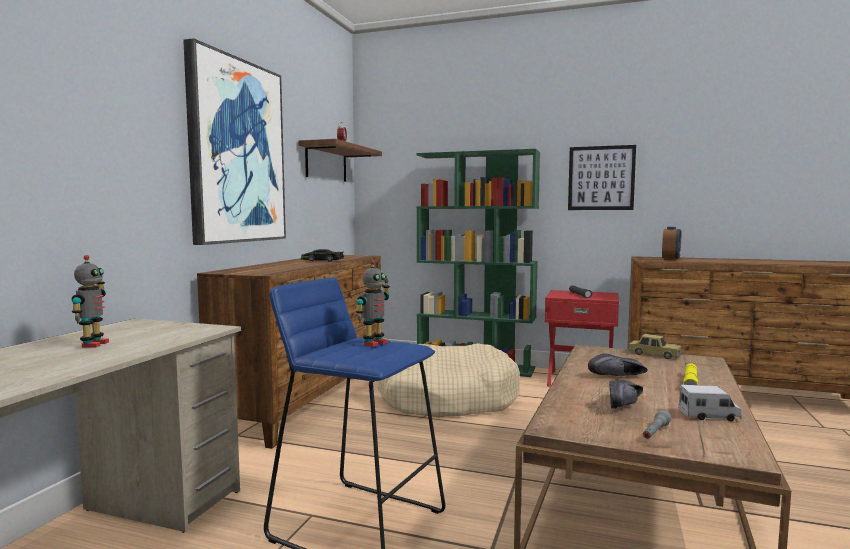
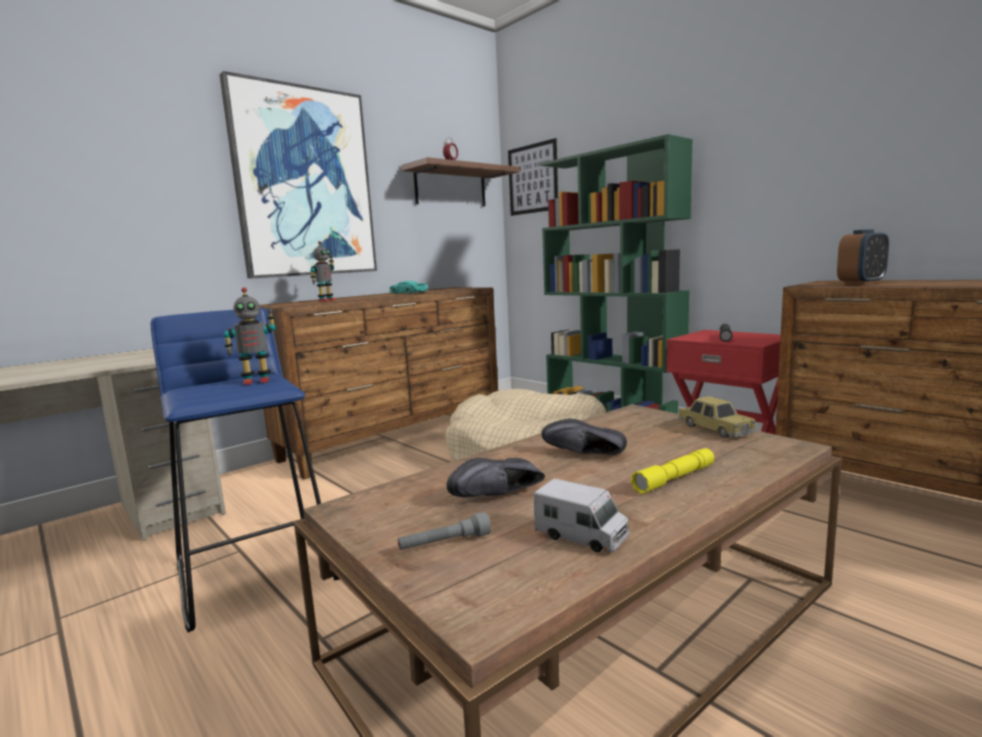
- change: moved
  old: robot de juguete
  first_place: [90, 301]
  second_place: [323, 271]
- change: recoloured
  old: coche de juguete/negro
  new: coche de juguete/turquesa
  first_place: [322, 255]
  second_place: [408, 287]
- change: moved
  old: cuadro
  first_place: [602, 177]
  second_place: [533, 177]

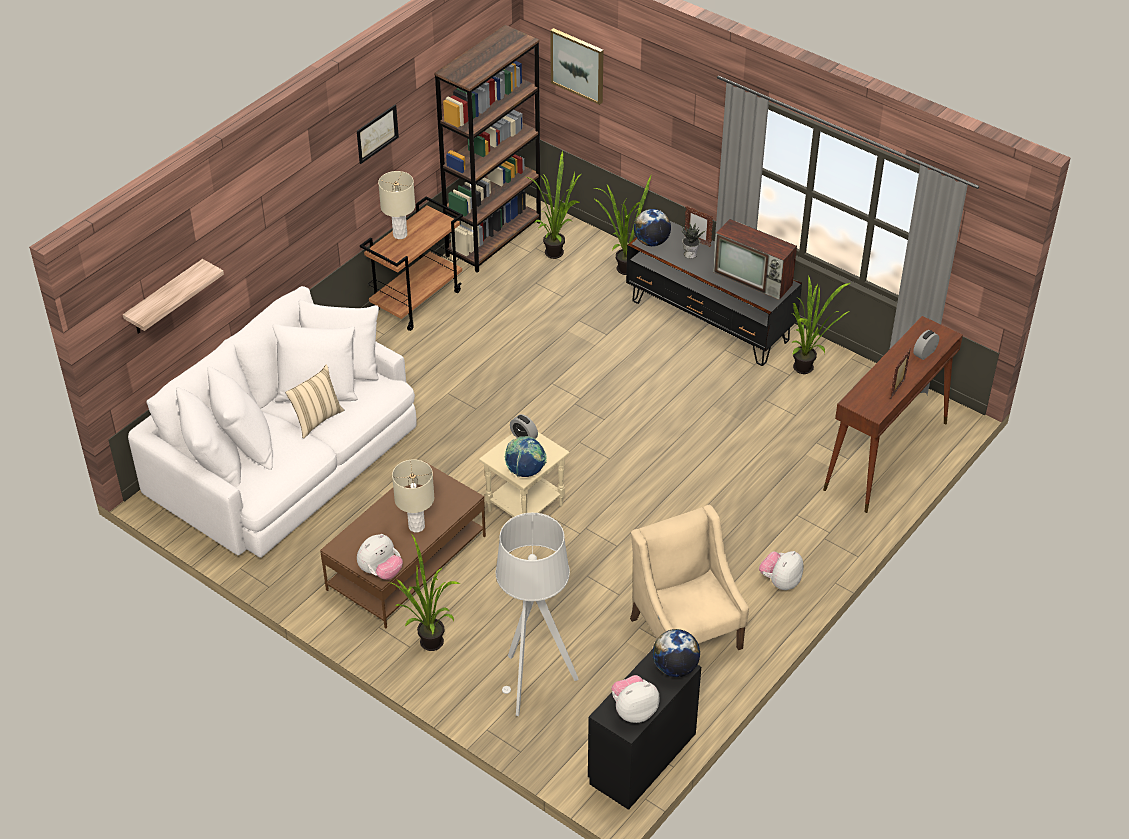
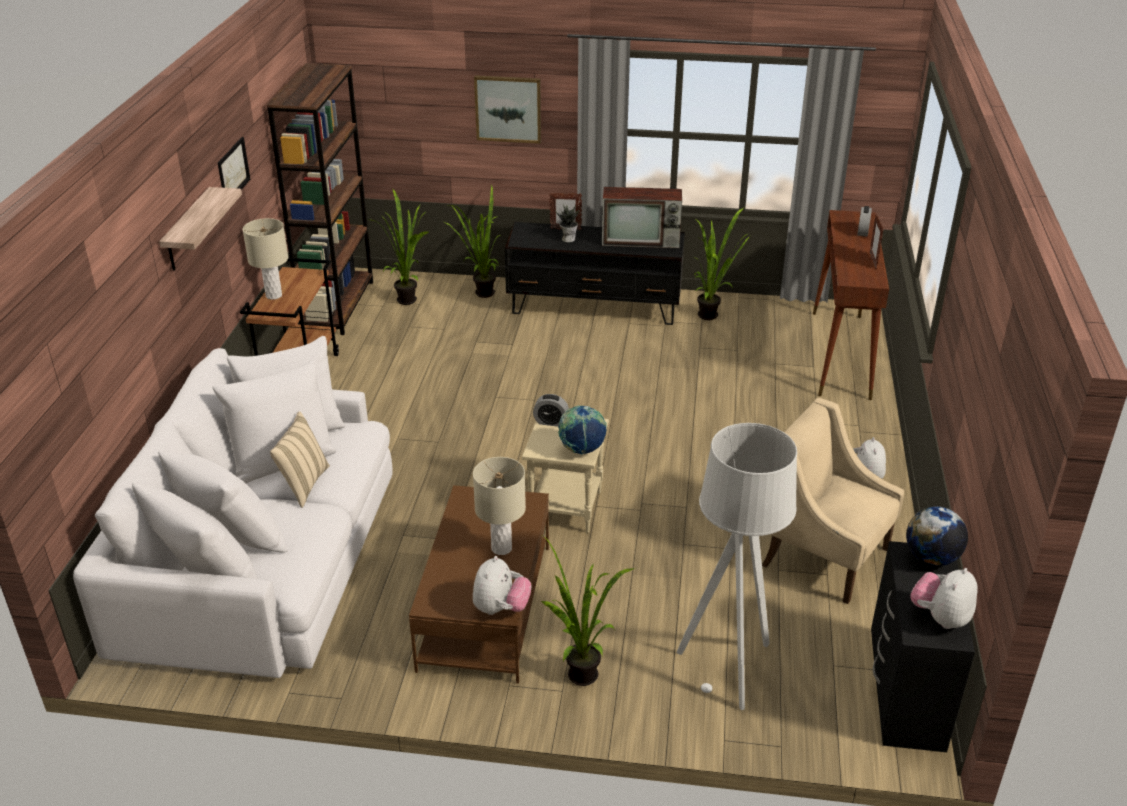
- change: moved
  old: estante
  first_place: [173, 296]
  second_place: [200, 229]
- change: moved
  old: cuadro
  first_place: [577, 66]
  second_place: [507, 109]
- change: removed
  old: globo terráqueo
  first_place: [652, 227]

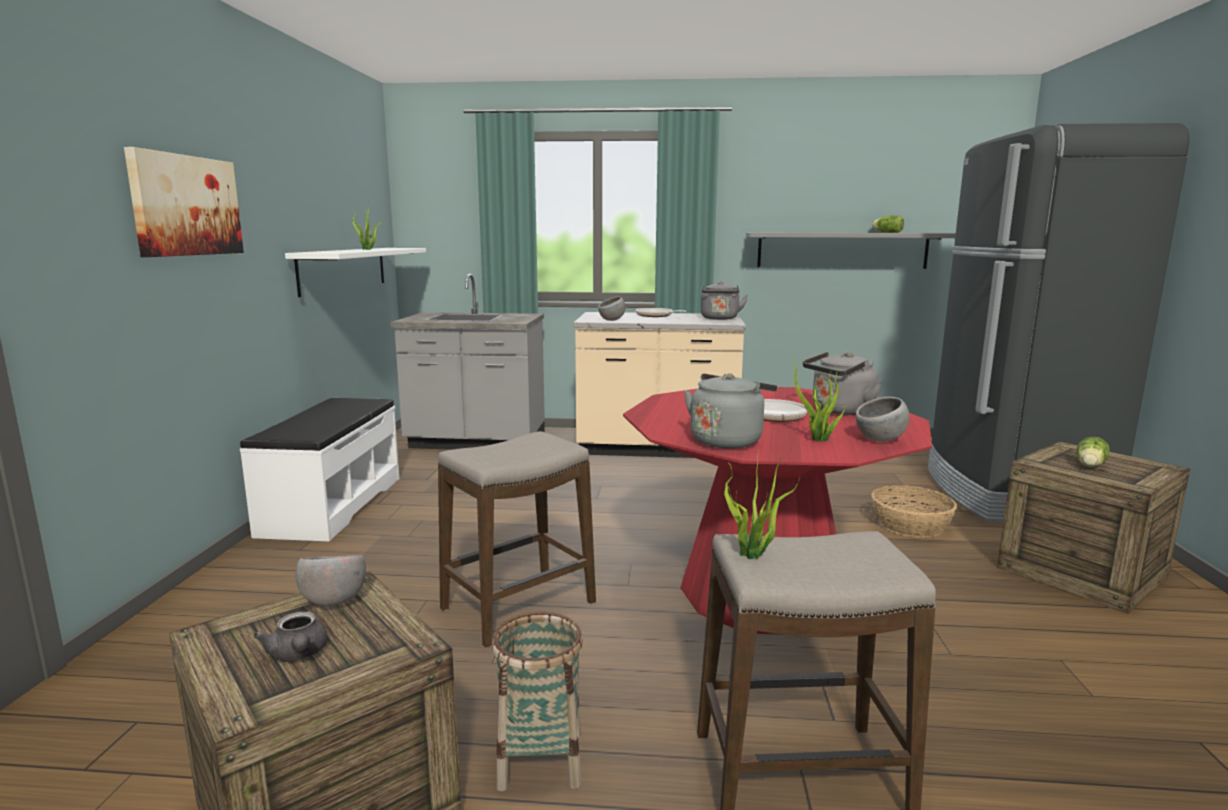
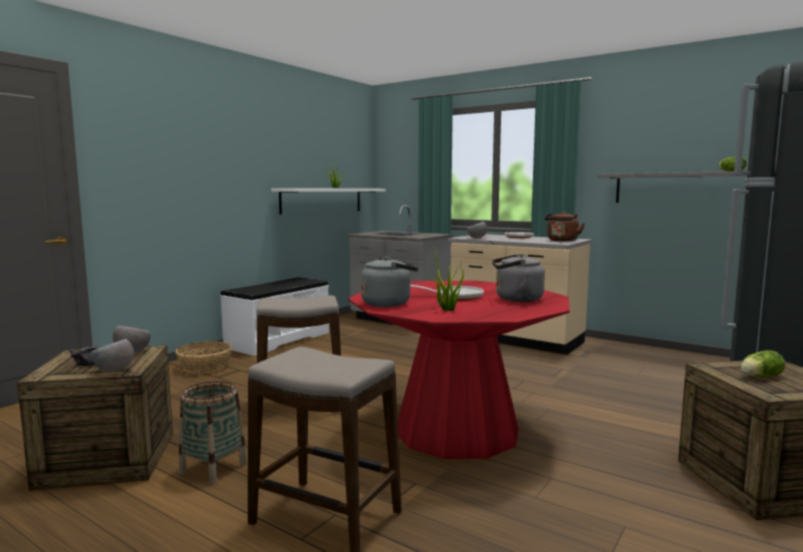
- change: moved
  old: cuenco/gris
  first_place: [883, 419]
  second_place: [112, 355]
- change: moved
  old: cesta
  first_place: [914, 511]
  second_place: [203, 357]
- change: recoloured
  old: hervidor/gris
  new: hervidor/marrón
  first_place: [724, 300]
  second_place: [564, 227]
- change: removed
  old: cuadro
  first_place: [184, 202]
- change: removed
  old: planta en maceta
  first_place: [762, 504]

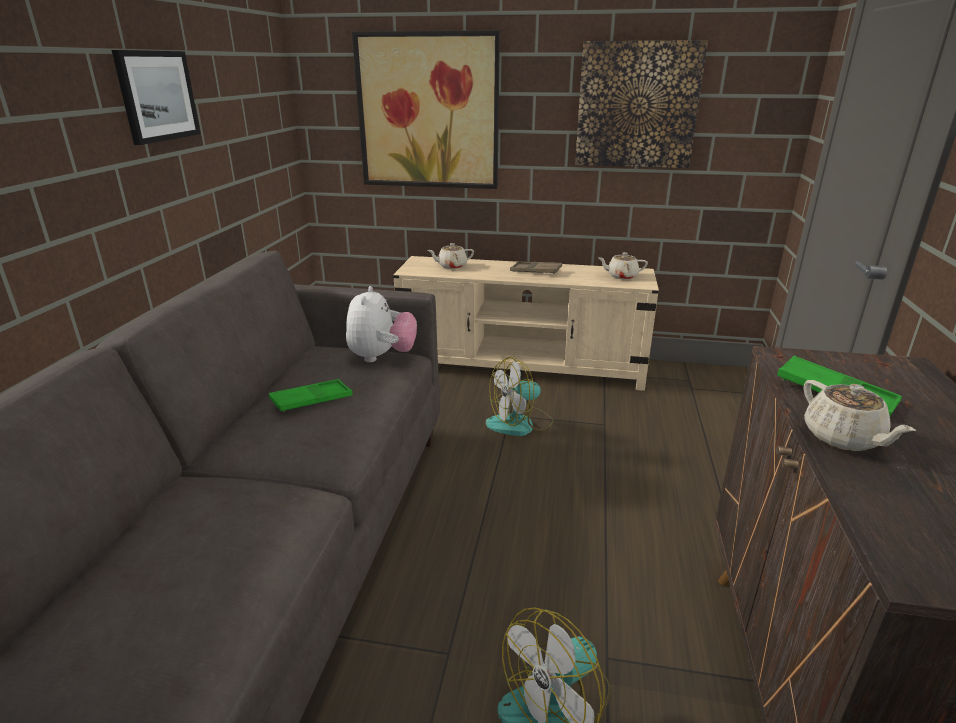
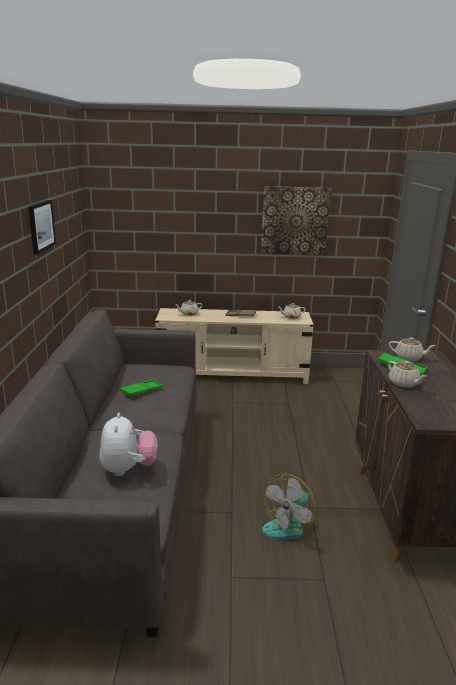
- change: moved
  old: peluche
  first_place: [381, 324]
  second_place: [128, 444]
- change: added
  new: tetera/beis
  second_place: [412, 349]
- change: removed
  old: cuadro
  first_place: [426, 109]
- change: removed
  old: ventilador
  first_place: [520, 396]

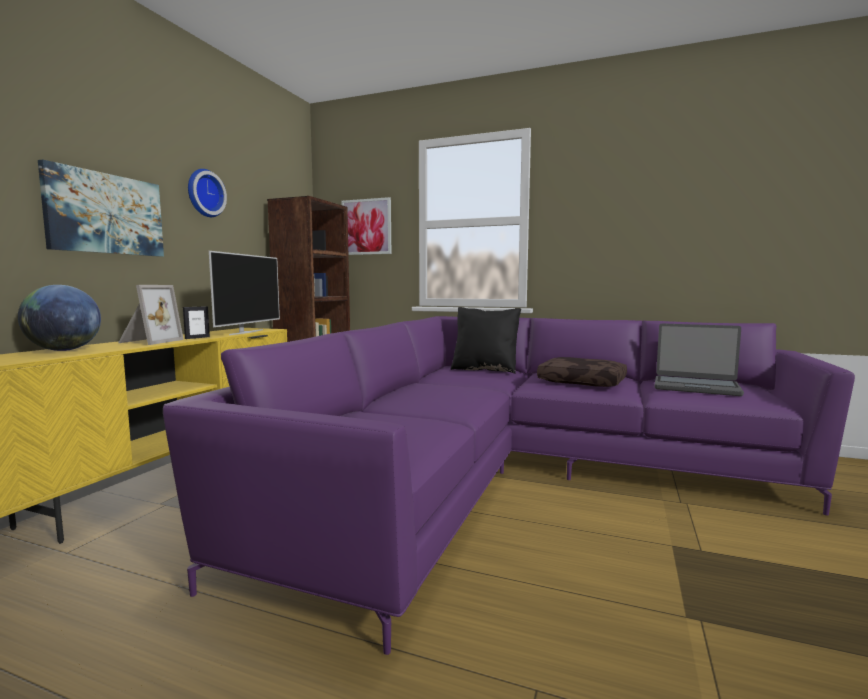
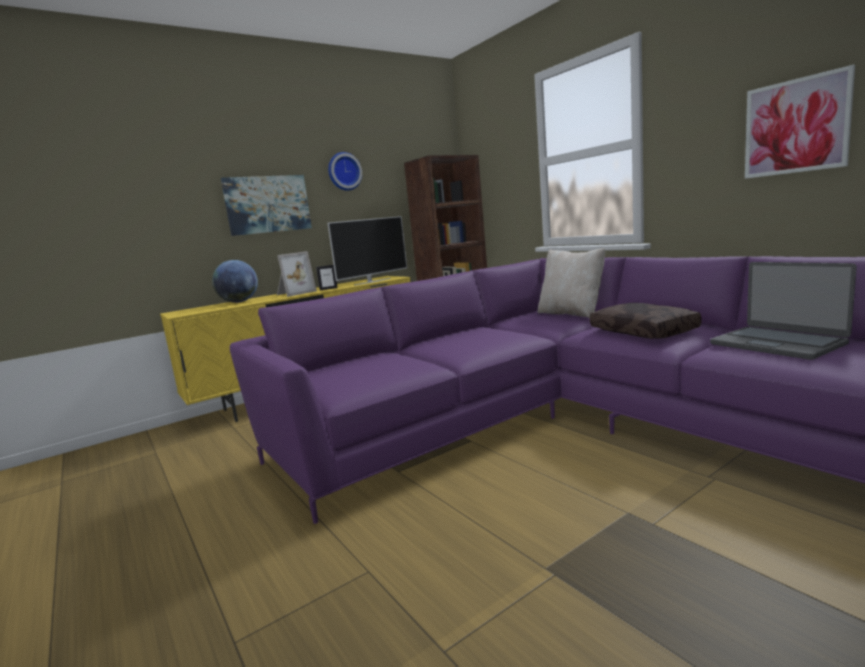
- change: recoloured
  old: cojín/negro
  new: cojín/beis
  first_place: [485, 340]
  second_place: [571, 283]
- change: moved
  old: cuadro
  first_place: [366, 226]
  second_place: [800, 122]

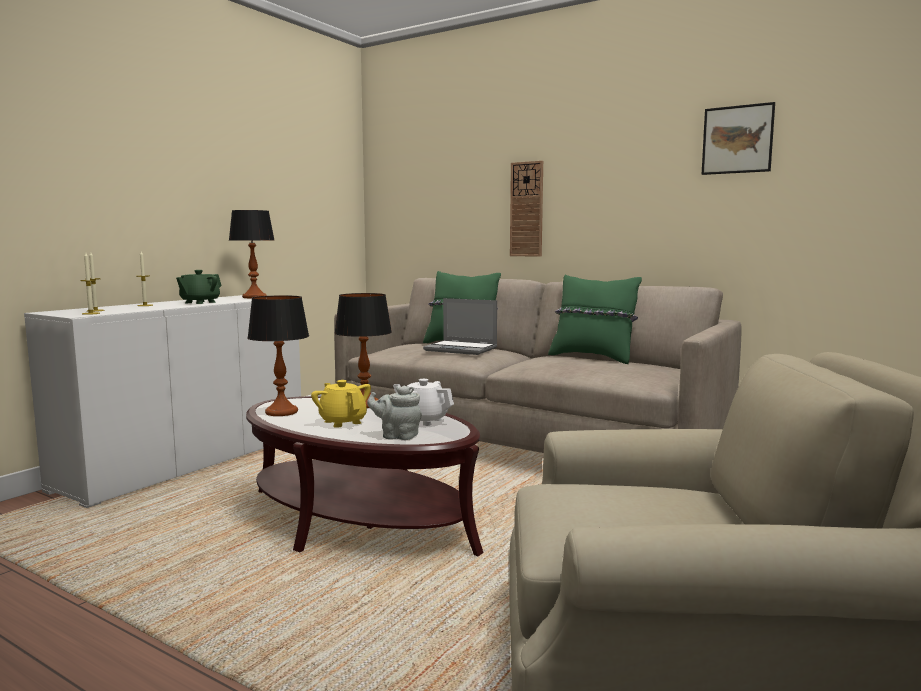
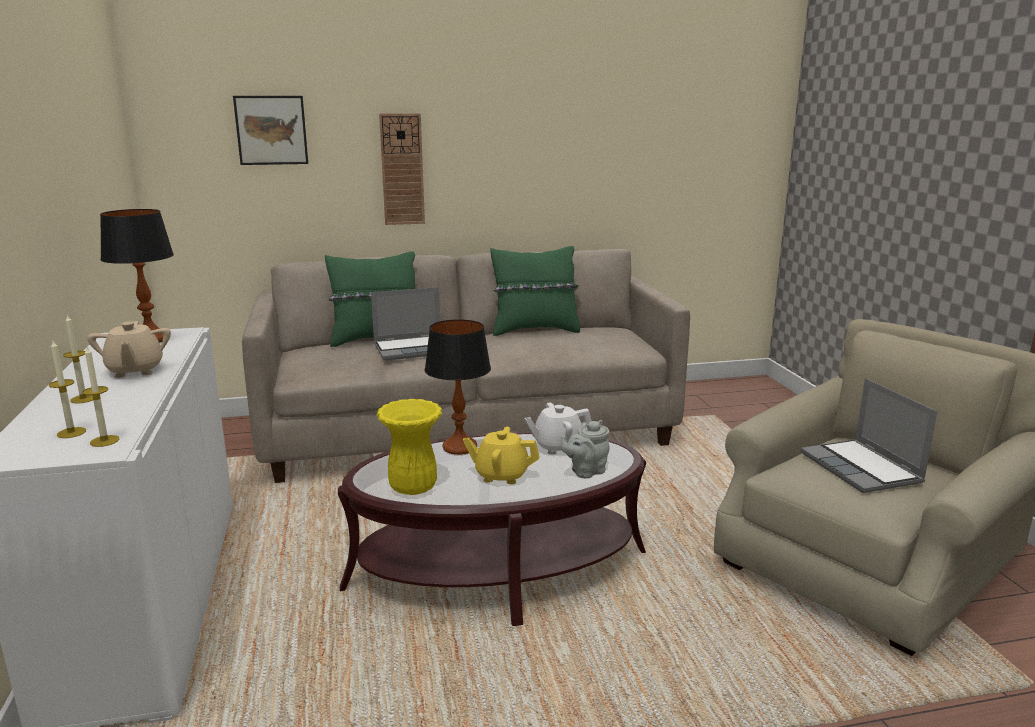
- change: recoloured
  old: tetera/verde
  new: tetera/beis
  first_place: [199, 287]
  second_place: [129, 349]
- change: moved
  old: cuadro
  first_place: [738, 138]
  second_place: [270, 130]
- change: replaced
  old: lámpara de mesa
  new: florero/amarillo
  first_place: [278, 355]
  second_place: [409, 447]
- change: added
  new: portátil
  second_place: [869, 435]

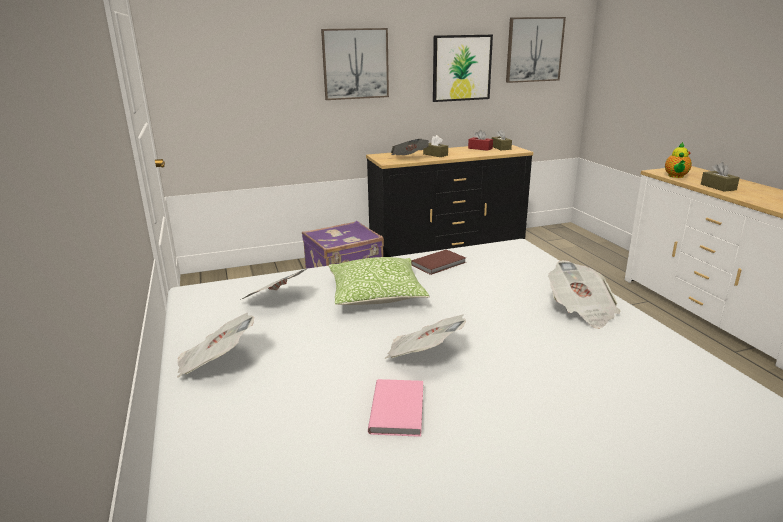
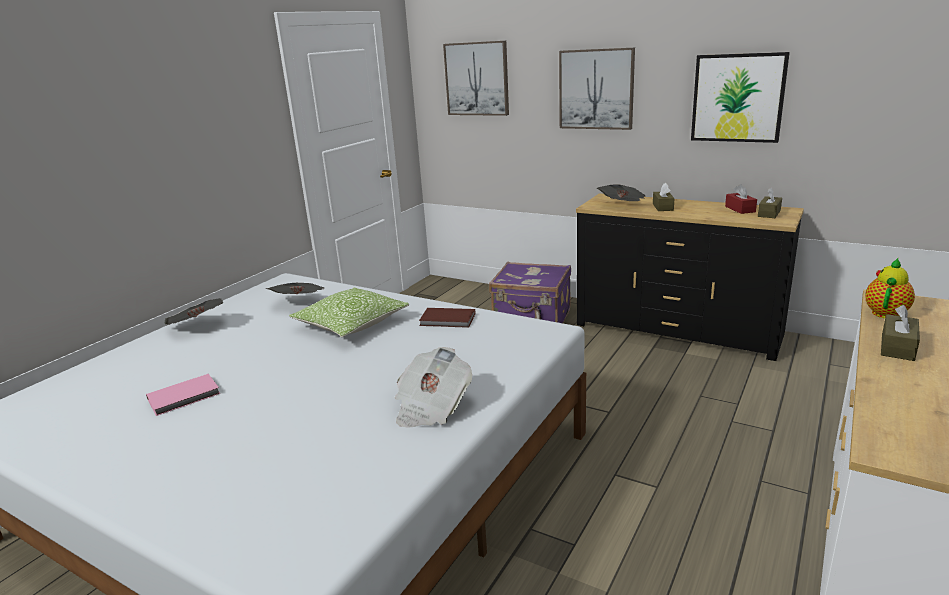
- change: moved
  old: cuadro
  first_place: [536, 50]
  second_place: [476, 78]
- change: turned
  old: tetera
  first_place: [678, 160]
  second_place: [890, 288]
  degrees: 150
- change: removed
  old: periódico
  first_place: [425, 337]

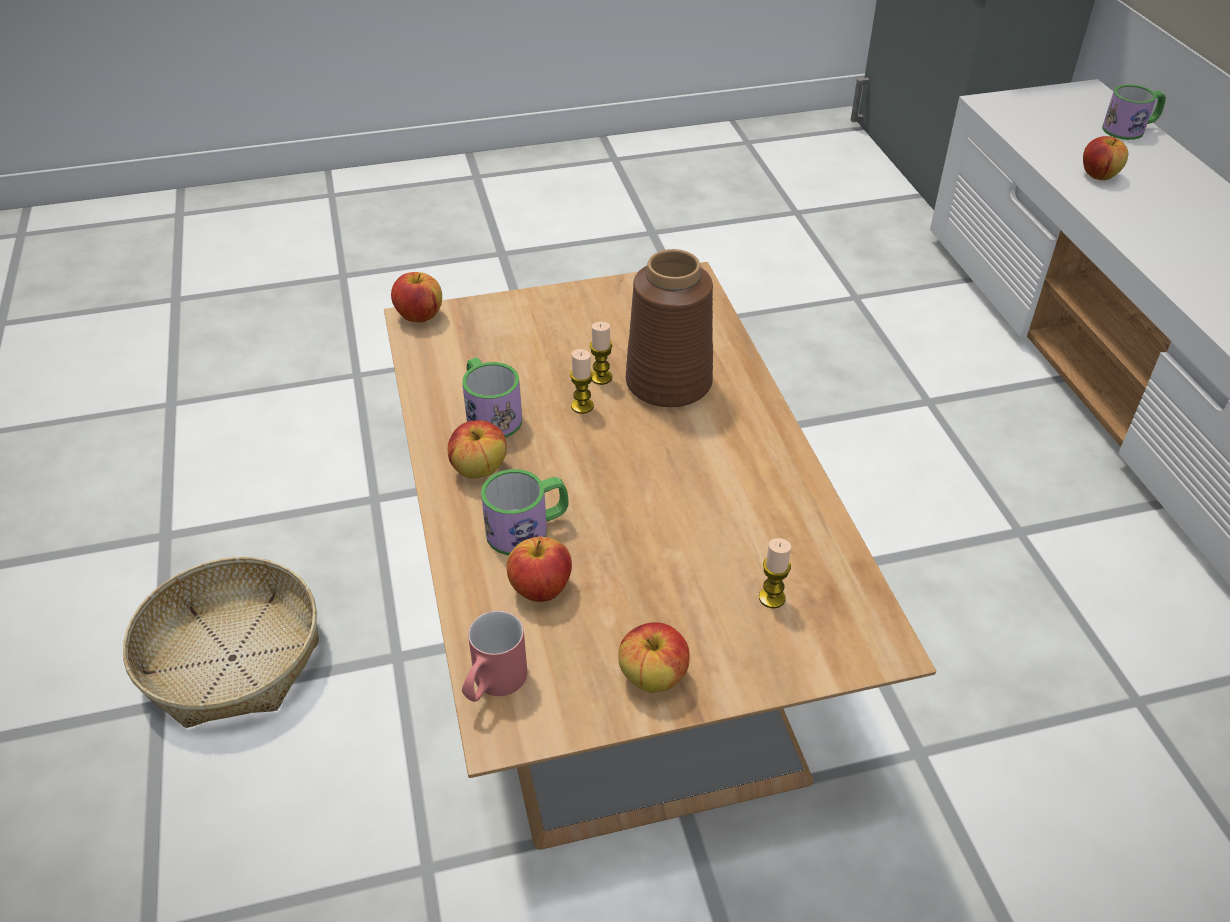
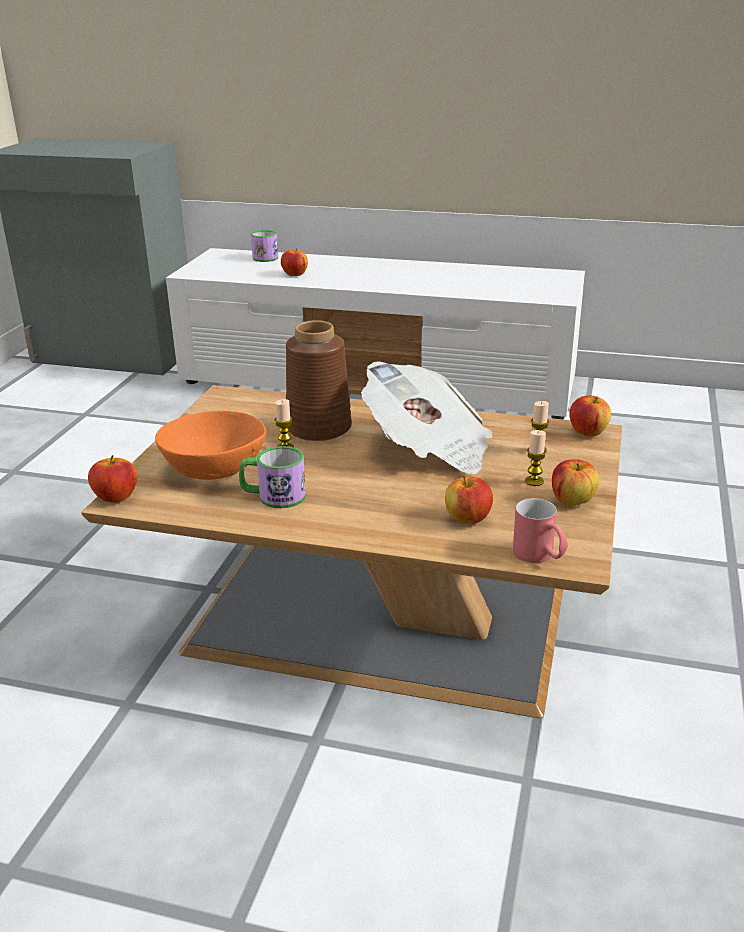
- change: added
  new: cuenco/naranja
  second_place: [210, 445]
- change: added
  new: periódico
  second_place: [427, 417]
- change: moved
  old: vela
  first_place: [582, 381]
  second_place: [535, 458]
- change: moved
  old: manzana
  first_place: [477, 449]
  second_place: [590, 416]
- change: removed
  old: cesta
  first_place: [221, 642]
- change: removed
  old: taza grande
  first_place: [525, 512]

